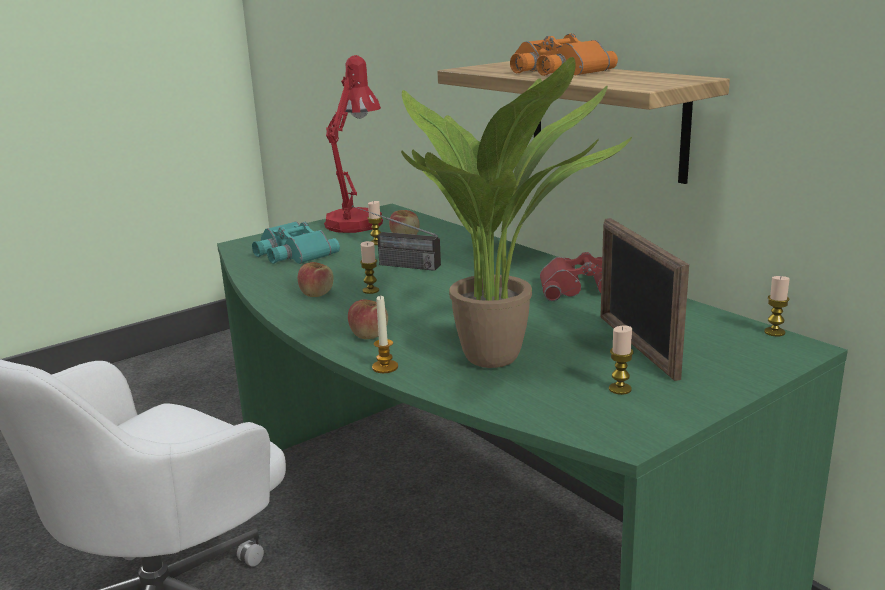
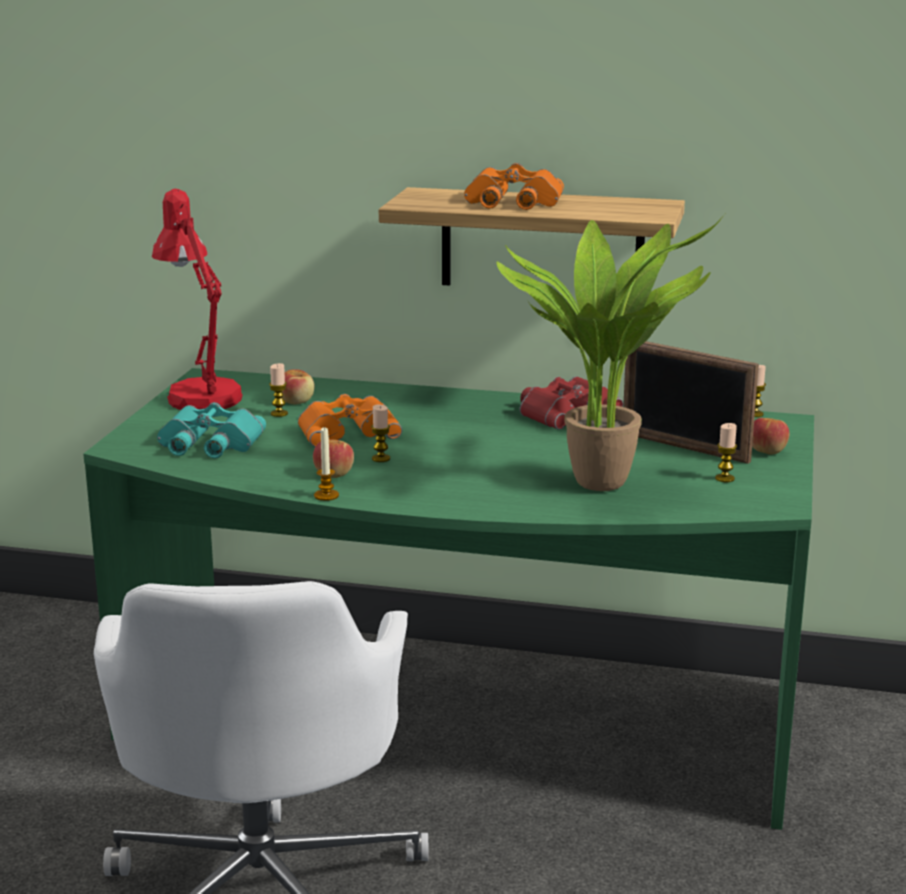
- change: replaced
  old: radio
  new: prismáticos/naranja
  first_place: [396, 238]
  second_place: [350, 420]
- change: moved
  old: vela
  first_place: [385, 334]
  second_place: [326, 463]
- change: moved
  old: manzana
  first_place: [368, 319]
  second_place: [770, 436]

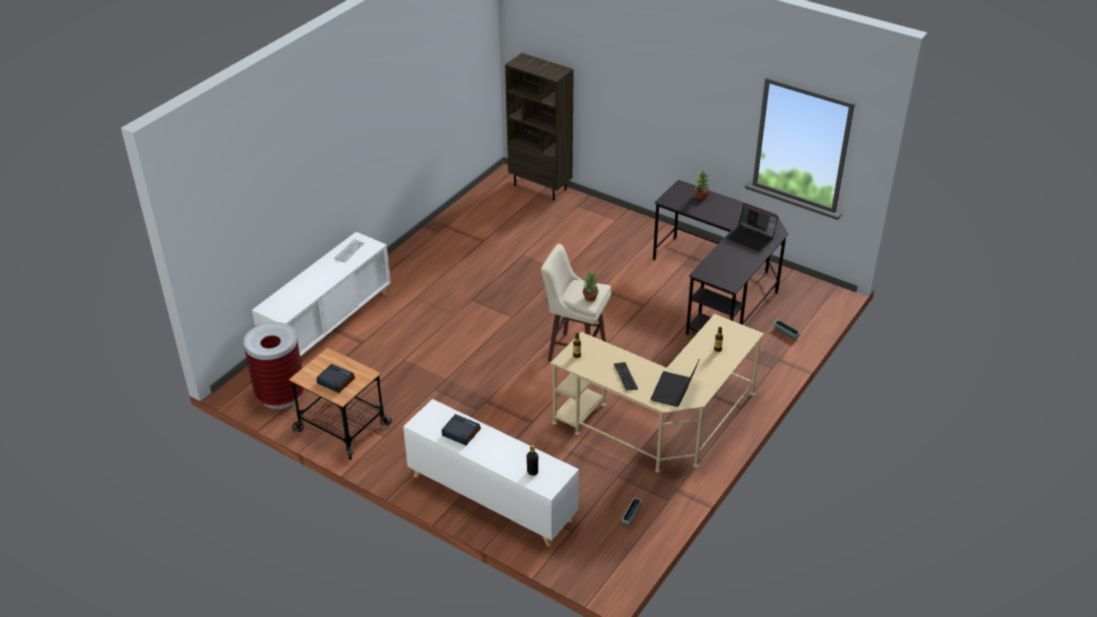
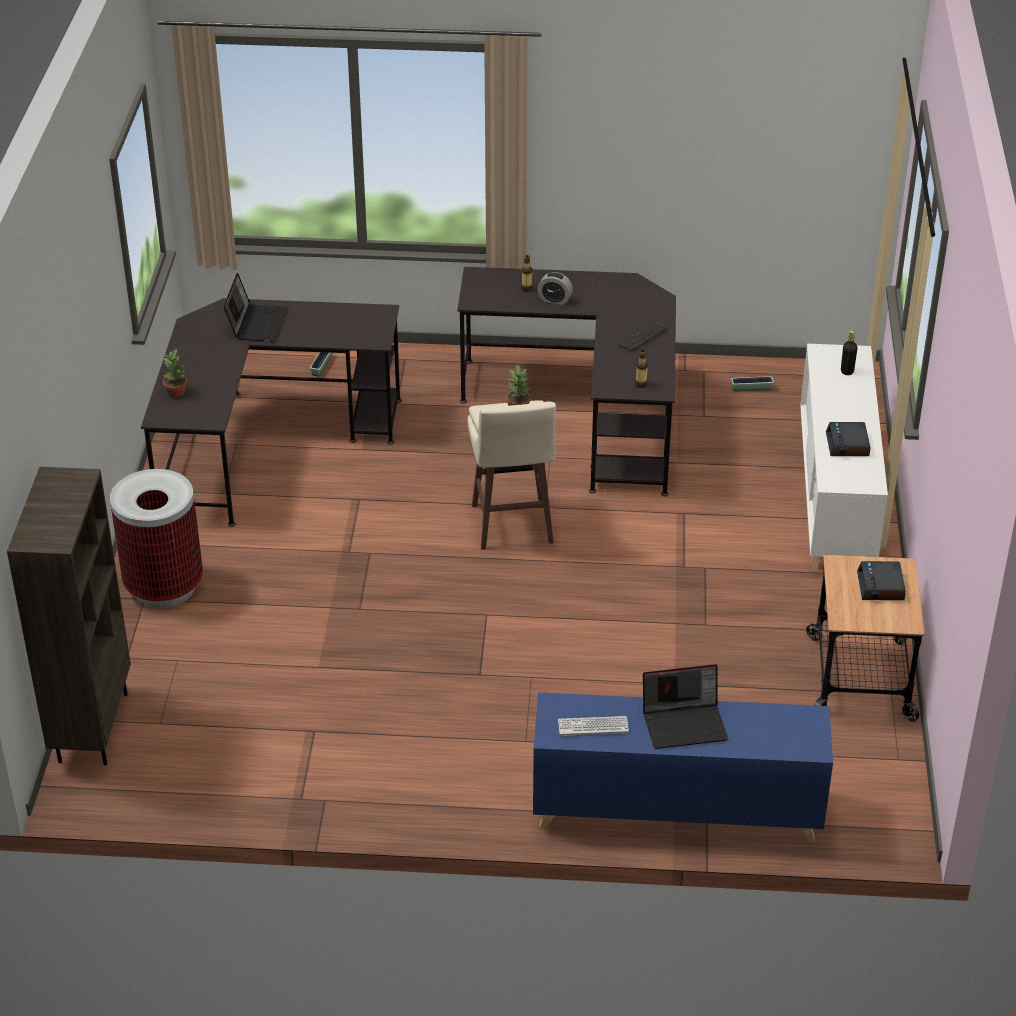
- change: moved
  old: papelera
  first_place: [273, 365]
  second_place: [156, 538]
- change: recoloured
  old: escritorio/beis
  new: escritorio/negro
  first_place: [657, 393]
  second_place: [566, 381]
- change: recoloured
  old: armario/blanco
  new: armario/azul
  first_place: [321, 294]
  second_place: [683, 767]
- change: added
  new: despertador
  second_place: [555, 288]
- change: moved
  old: portátil
  first_place: [674, 383]
  second_place: [685, 706]

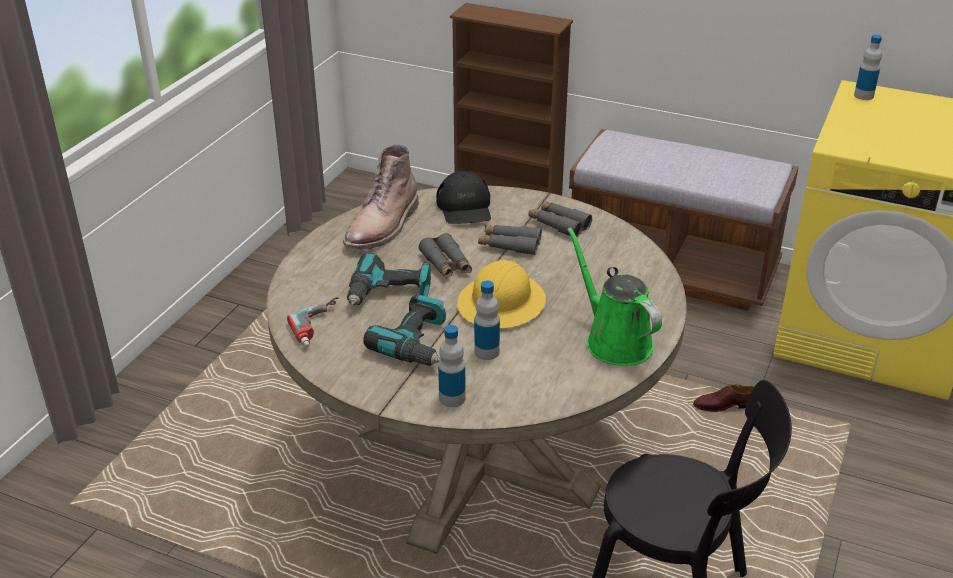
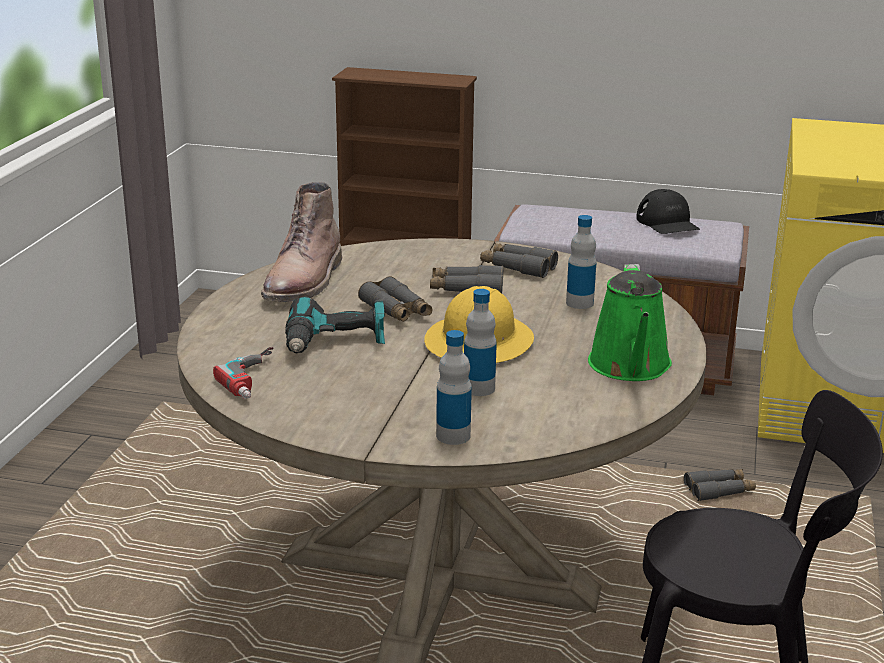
- change: moved
  old: botella
  first_place: [868, 67]
  second_place: [581, 262]
- change: turned
  old: regadera/verde
  first_place: [614, 296]
  second_place: [630, 322]
  degrees: -135
- change: moved
  old: gorra/negro
  first_place: [463, 197]
  second_place: [668, 211]
- change: replaced
  old: zapato/marrón
  new: prismáticos/gris
  first_place: [724, 398]
  second_place: [720, 485]
- change: removed
  old: taladro
  first_place: [404, 330]

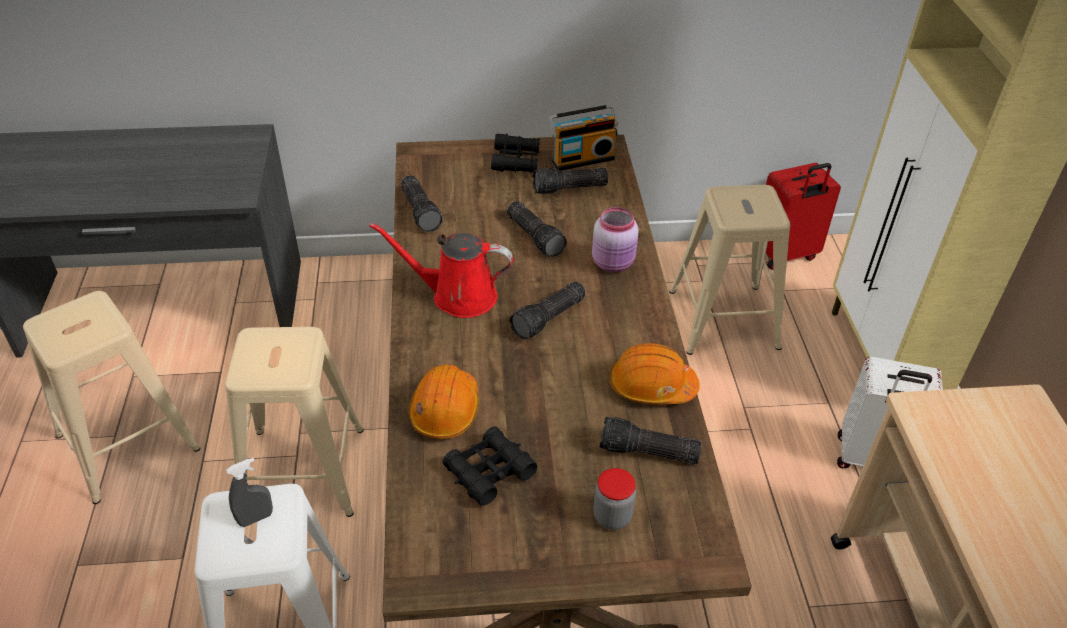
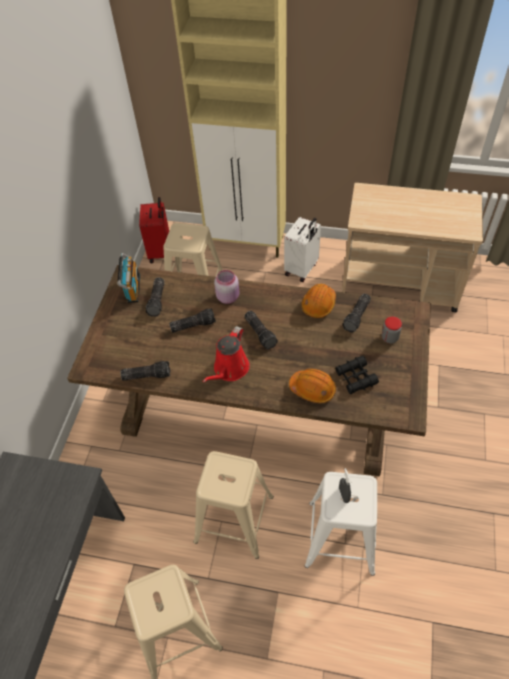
- change: removed
  old: prismáticos/negro
  first_place: [515, 153]

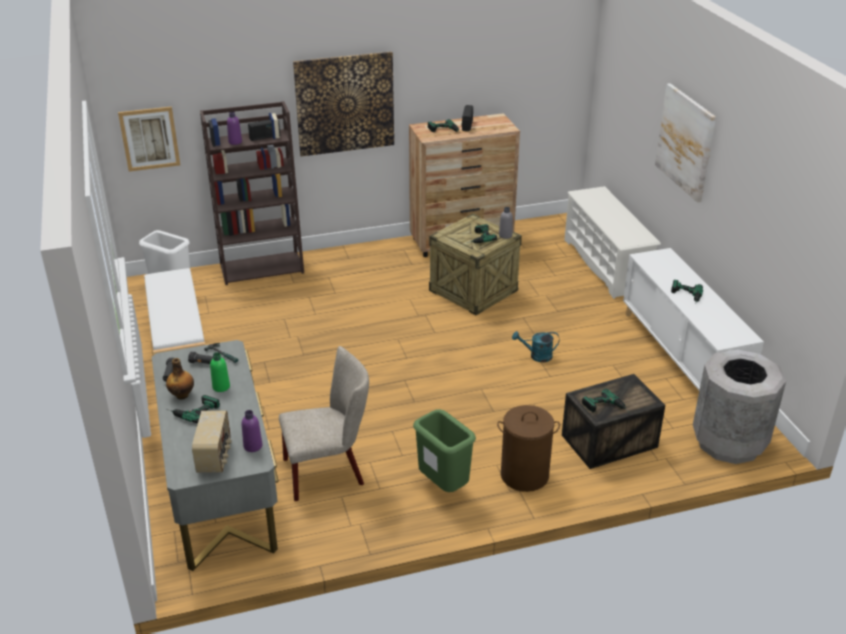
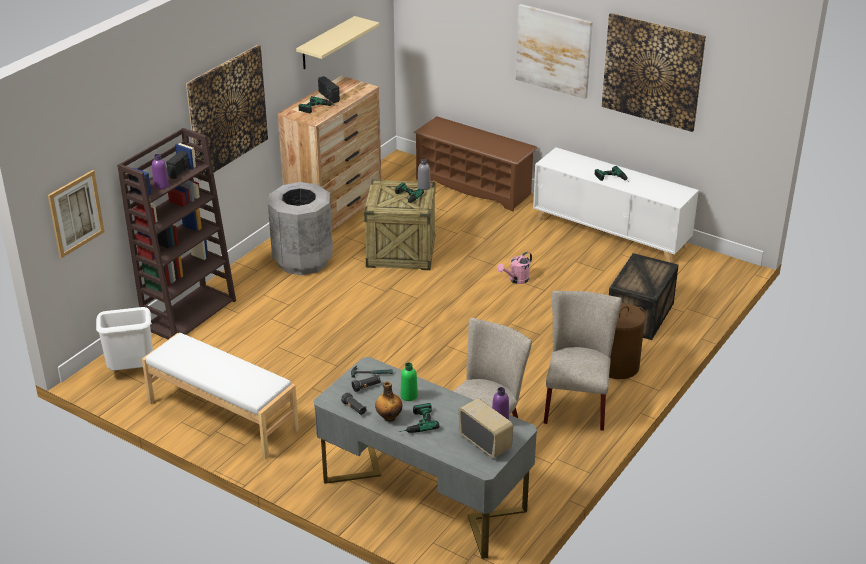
- change: moved
  old: papelera/gris
  first_place: [739, 406]
  second_place: [300, 228]
- change: added
  new: estante/beis
  second_place: [338, 42]
- change: recoloured
  old: zapatero/blanco
  new: zapatero/marrón
  first_place: [612, 242]
  second_place: [476, 163]
- change: recoloured
  old: regadera/turquesa
  new: regadera/rosa
  first_place: [536, 346]
  second_place: [514, 268]
- change: replaced
  old: papelera/verde
  new: silla/beis
  first_place: [444, 450]
  second_place: [583, 361]
- change: added
  new: cuadro
  second_place: [654, 72]
- change: removed
  old: taladro
  first_place: [605, 400]

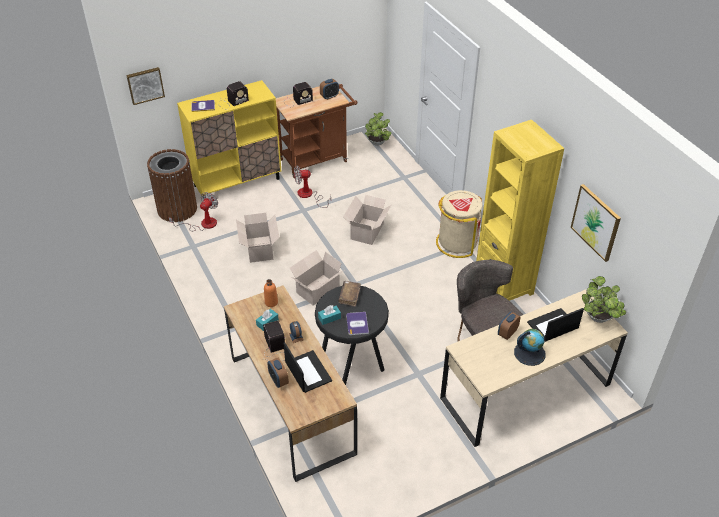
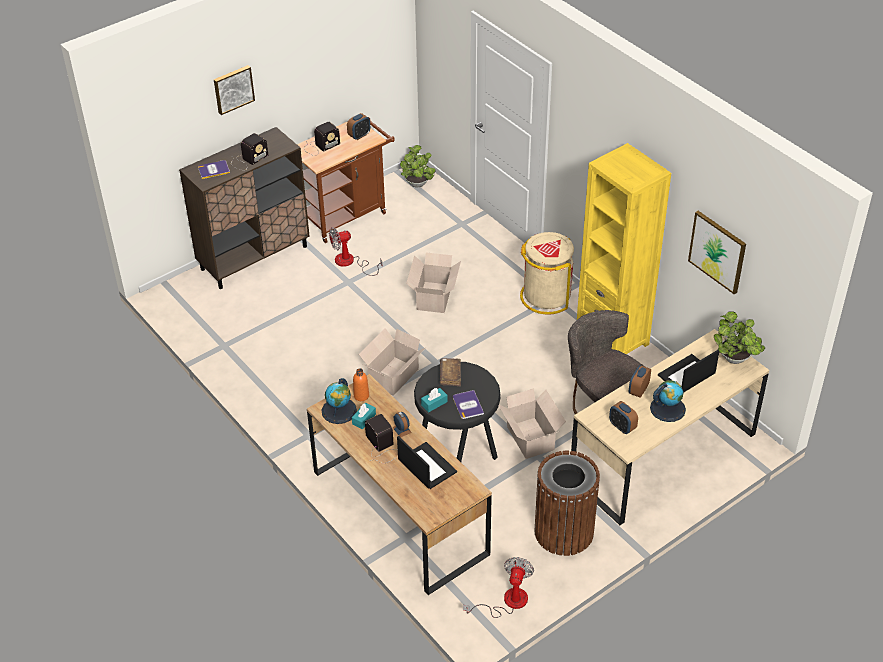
- change: recoloured
  old: armario/amarillo
  new: armario/marrón
  first_place: [229, 139]
  second_place: [244, 208]
- change: moved
  old: cuadro
  first_place: [145, 86]
  second_place: [234, 90]
- change: added
  new: globo terráqueo
  second_place: [339, 401]
- change: moved
  old: ventilador
  first_place: [193, 211]
  second_place: [498, 587]
- change: moved
  old: caja de cartón
  first_place: [257, 238]
  second_place: [532, 423]
- change: moved
  old: papelera/marrón
  first_place: [172, 185]
  second_place: [567, 503]
- change: moved
  old: despertador
  first_place: [278, 373]
  second_place: [623, 417]

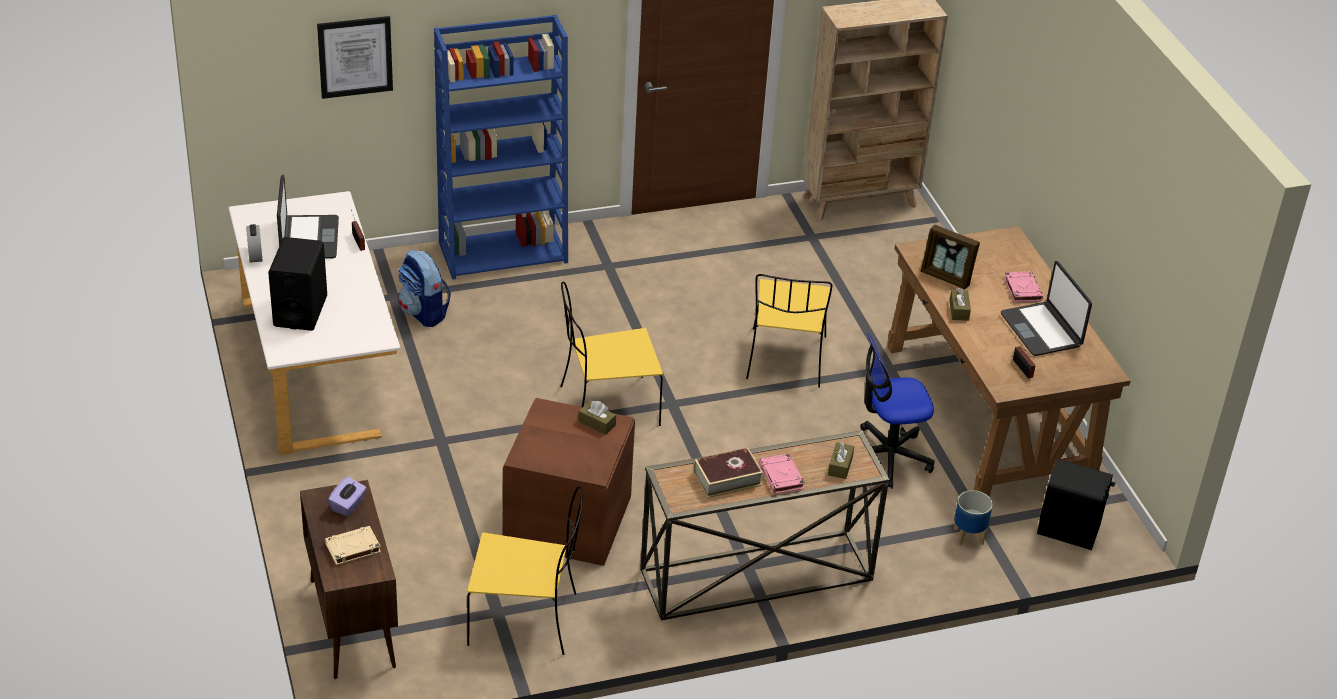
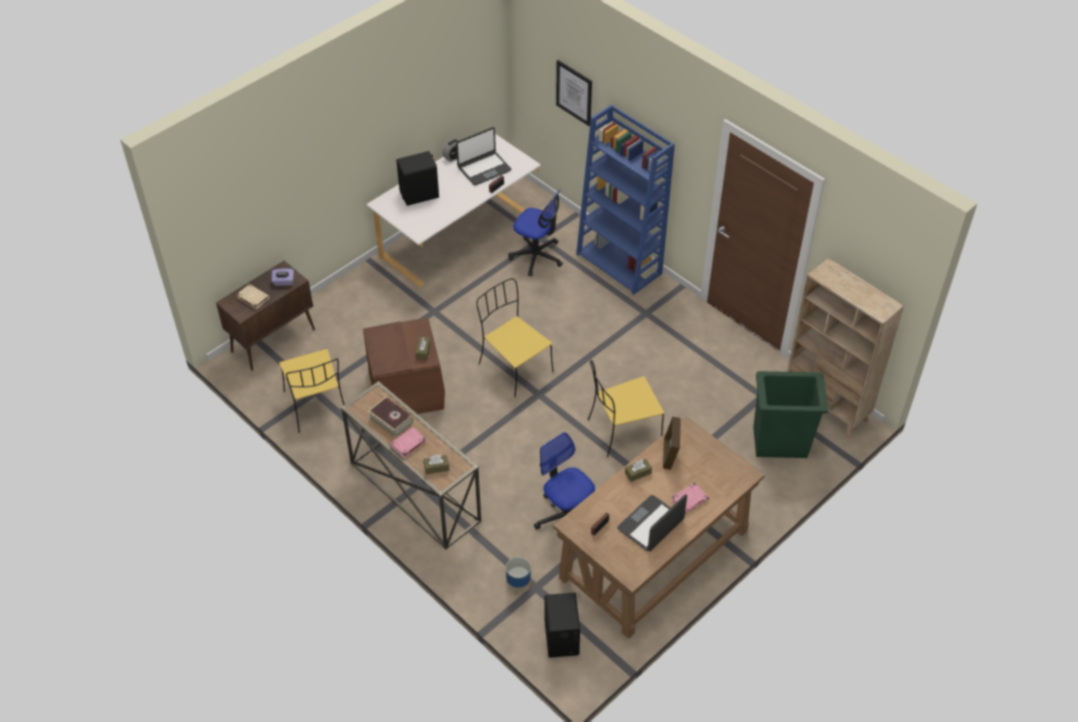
- change: replaced
  old: mochila
  new: silla de oficina
  first_place: [424, 288]
  second_place: [535, 233]
- change: added
  new: papelera/verde
  second_place: [790, 414]

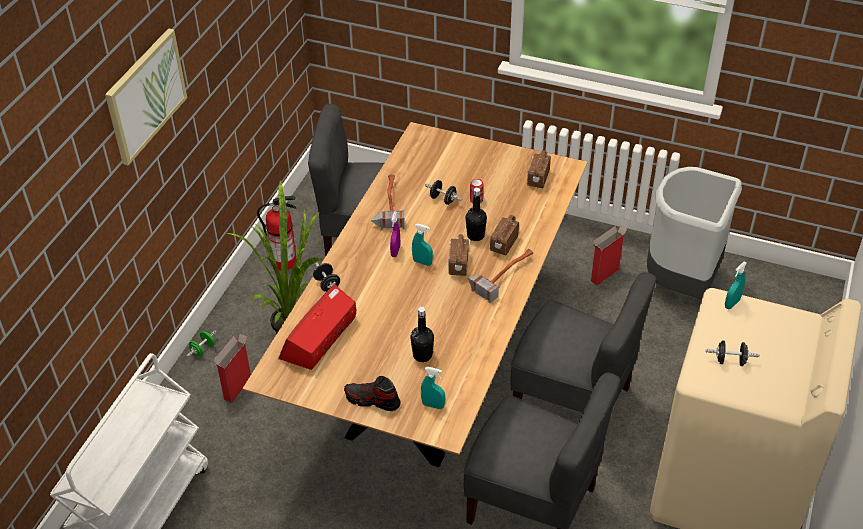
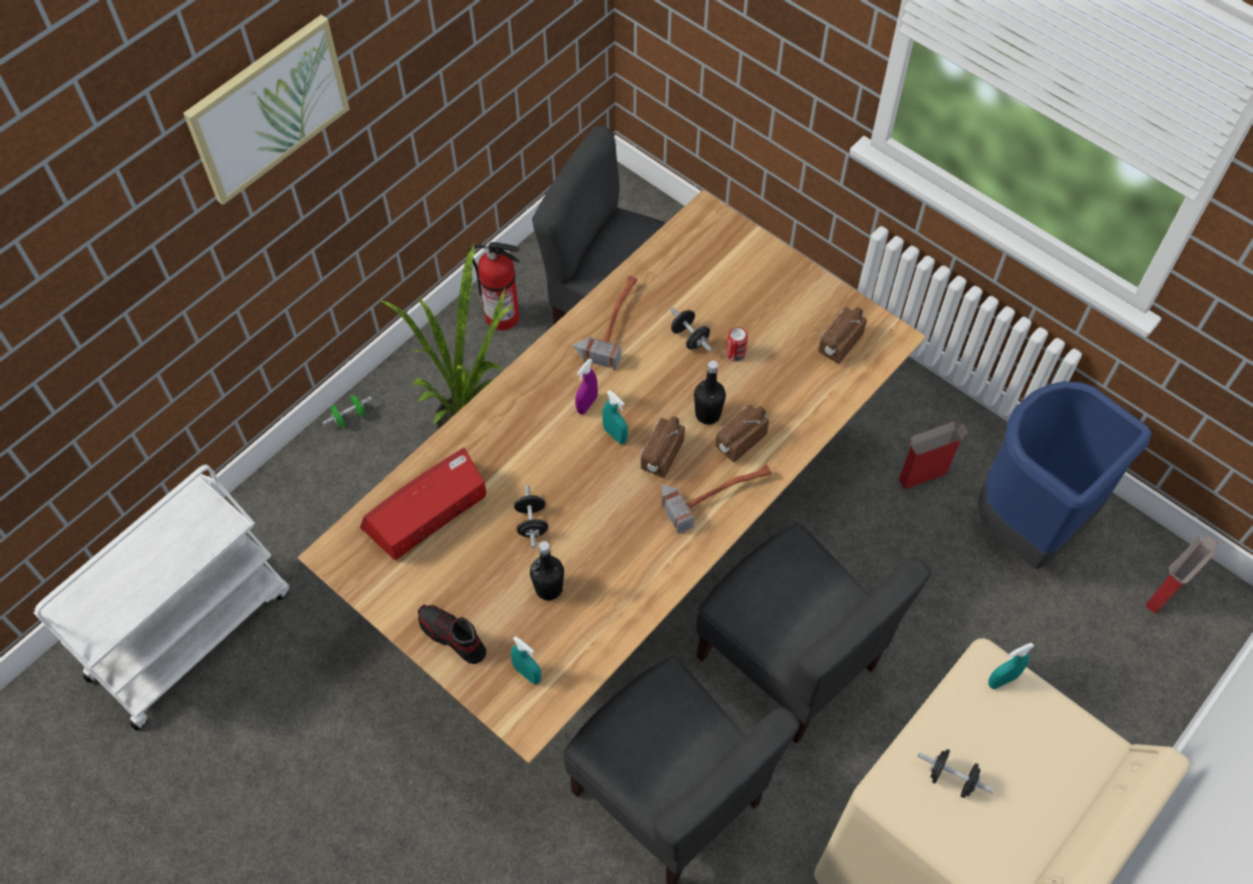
- change: moved
  old: mancuerna/negro
  first_place: [326, 277]
  second_place: [531, 517]
- change: recoloured
  old: papelera/gris
  new: papelera/azul
  first_place: [694, 233]
  second_place: [1065, 475]
- change: moved
  old: caja de cartón
  first_place: [232, 368]
  second_place: [1181, 574]

